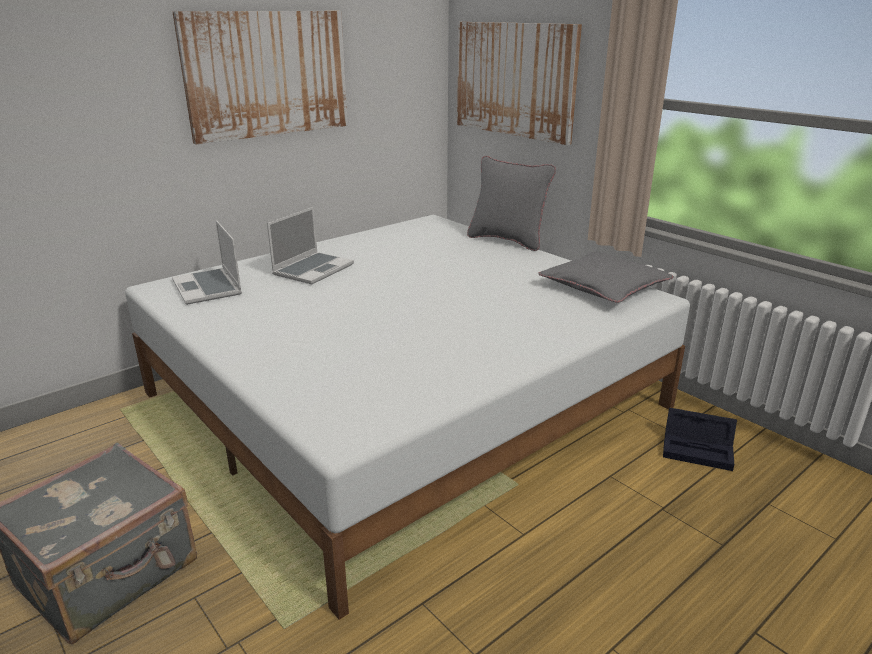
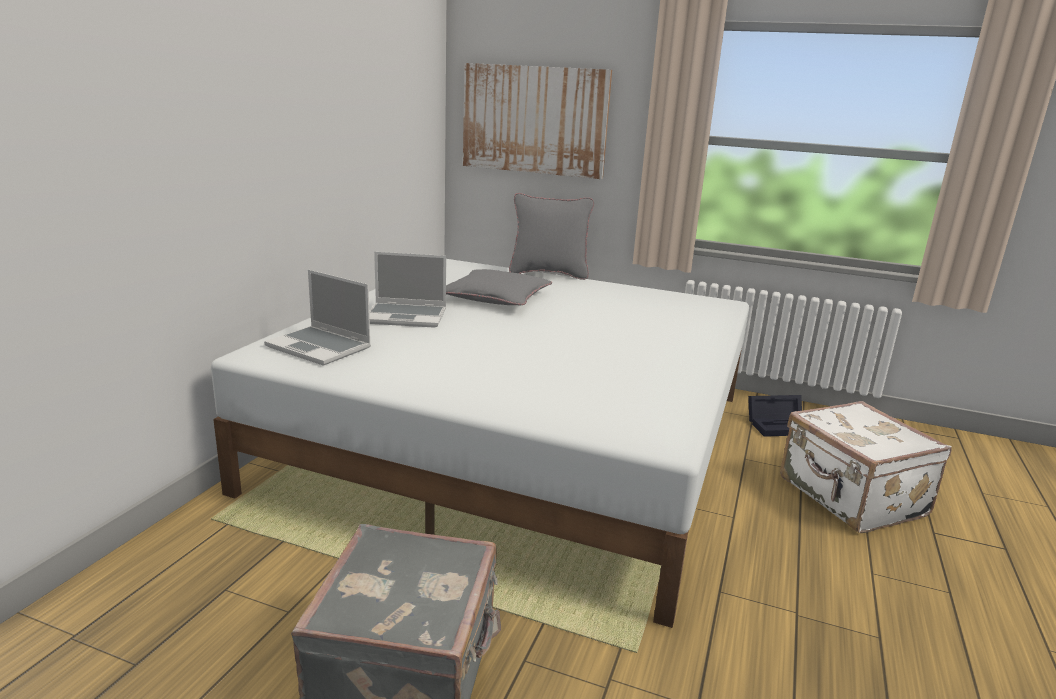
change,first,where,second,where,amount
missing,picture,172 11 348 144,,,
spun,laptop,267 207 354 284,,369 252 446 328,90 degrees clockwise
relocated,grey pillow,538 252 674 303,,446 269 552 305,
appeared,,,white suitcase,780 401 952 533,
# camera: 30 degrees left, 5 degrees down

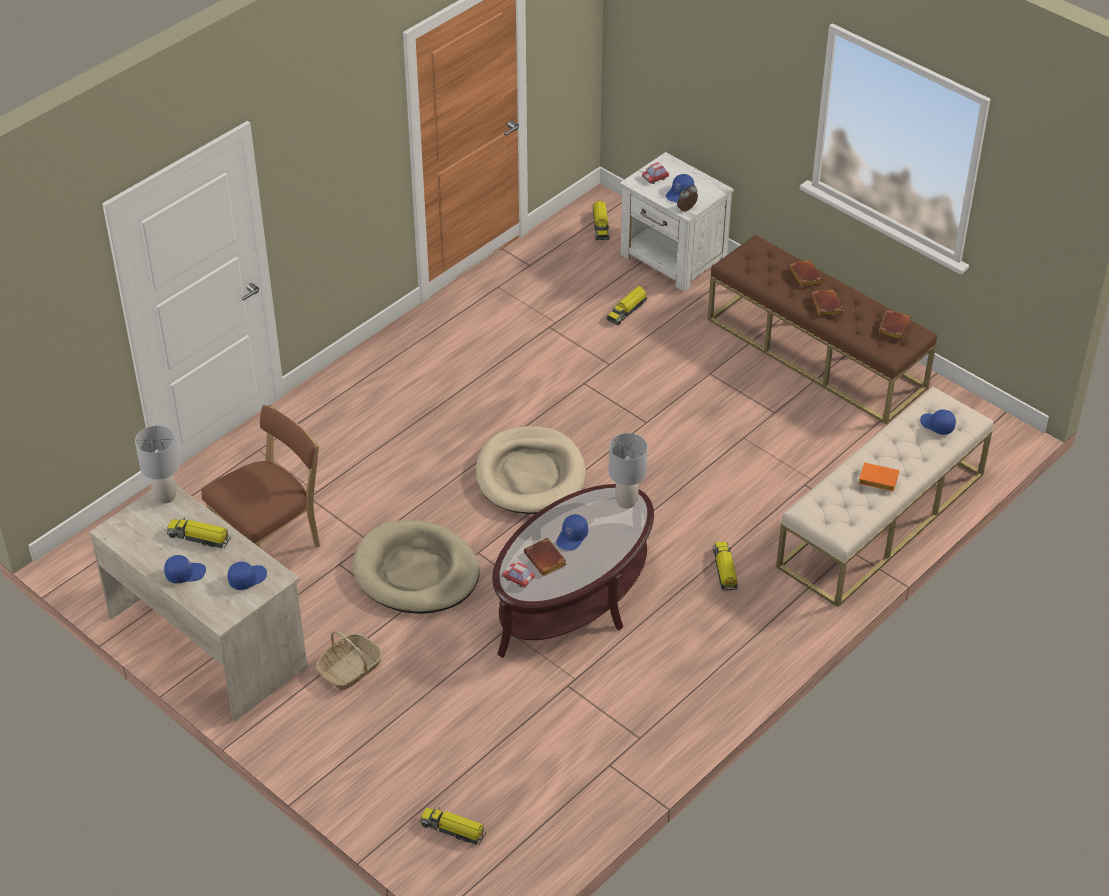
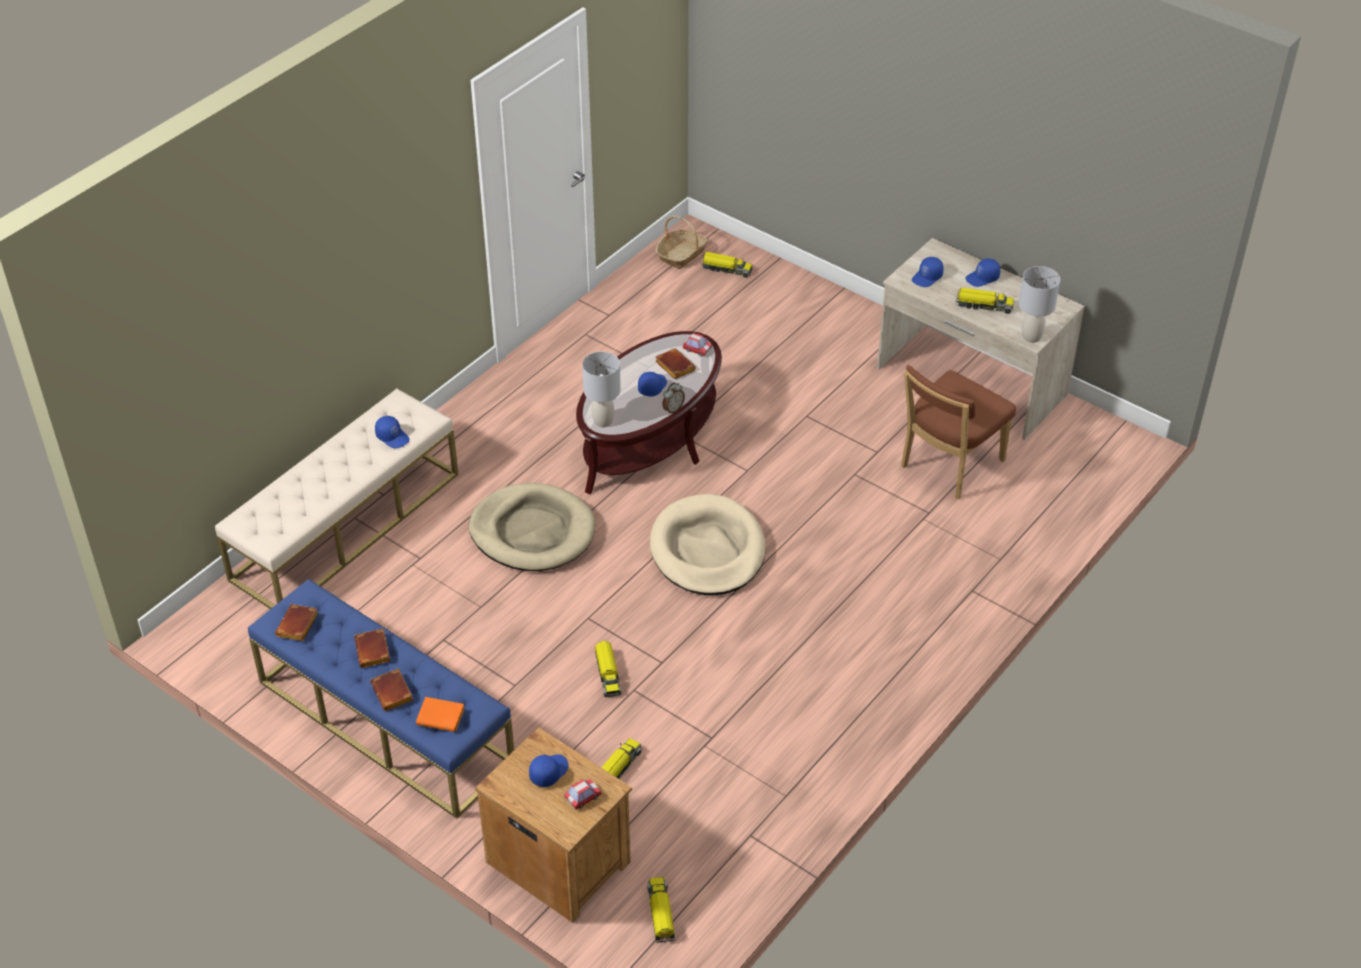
change,first,where,second,where,amount
relocated,basket,316 631 383 690,,656 216 708 269,
relocated,beige dog bed,352 520 480 614,,469 483 595 571,
colour,white nightstand,620 152 734 292,brown nightstand,475 727 632 923,
relocated,alarm clock,677 185 698 212,,663 382 685 414,
colour,brown bench,707 235 937 424,blue bench,248 579 514 818,
relocated,toy truck,713 542 738 591,,595 641 622 697,
relocated,orange book,858 463 899 491,,416 697 465 732,
relocated,blue cap,920 409 956 435,,375 416 410 448,
# camera: 175 degrees right, 0 degrees up

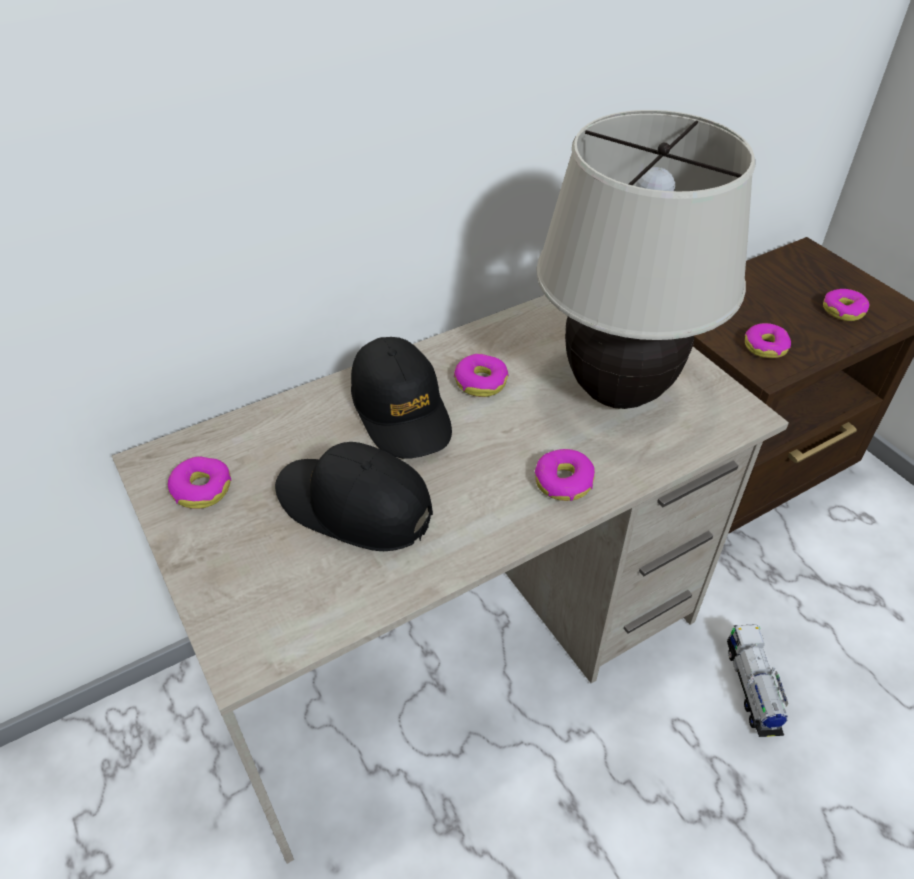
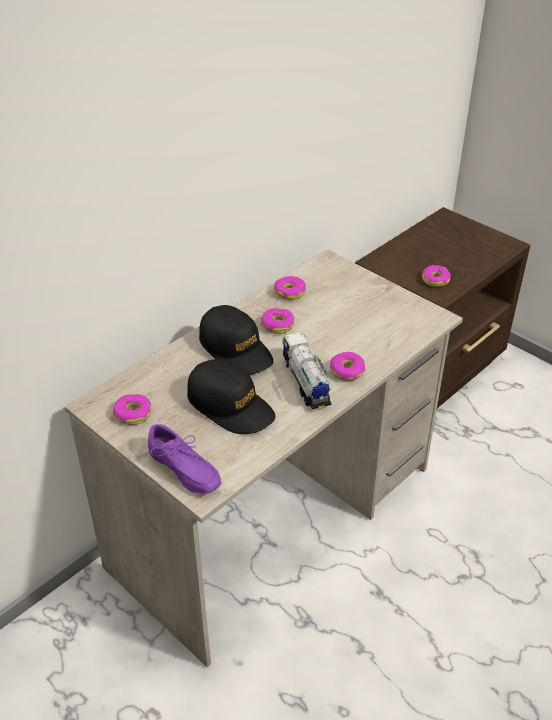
change,first,where,second,where,amount
spun,black cap,275 442 433 551,,187 360 276 434,150 degrees counterclockwise
missing,beige table lamp,537 110 755 409,,,
relocated,toy truck,727 624 788 737,,283 332 332 409,
relocated,donut,823 289 870 321,,274 276 306 300,
appeared,,,purple shoe,148 424 221 495,
# camera: 15 degrees left, 5 degrees down

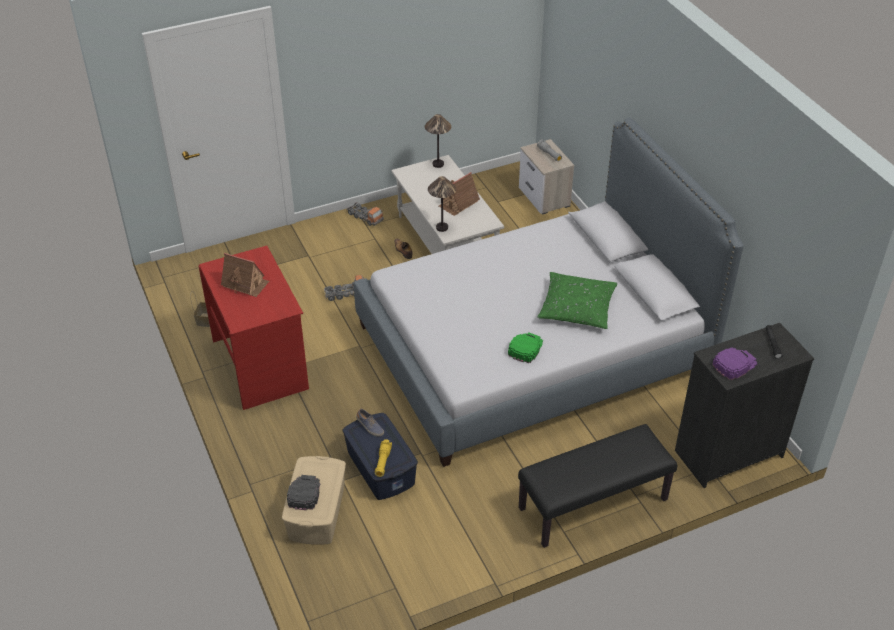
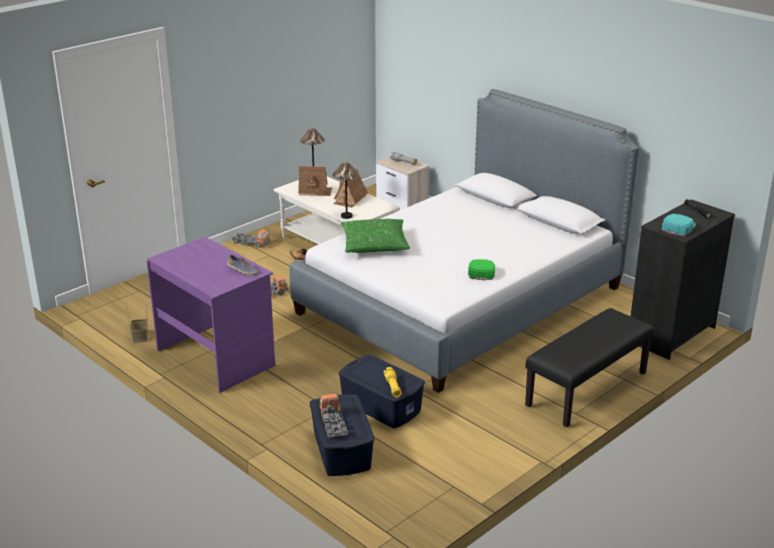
change,first,where,second,where,amount
colour,red desk,199 246 309 410,purple desk,146 237 275 393,
relocated,toy house,221 253 269 297,,298 166 332 196,
colour,beige storage box,282 456 346 545,blue storage box,310 394 375 476,
exchanged,black cap,287 475 320 510,toy truck,319 394 348 438,
relocated,shoe,356 409 384 437,,227 255 259 275,
relocated,green pillow,538 272 617 329,,341 219 410 253,
colour,purple cap,712 348 757 380,turquoise cap,662 214 696 236,
# camera: 20 degrees left, 15 degrees down

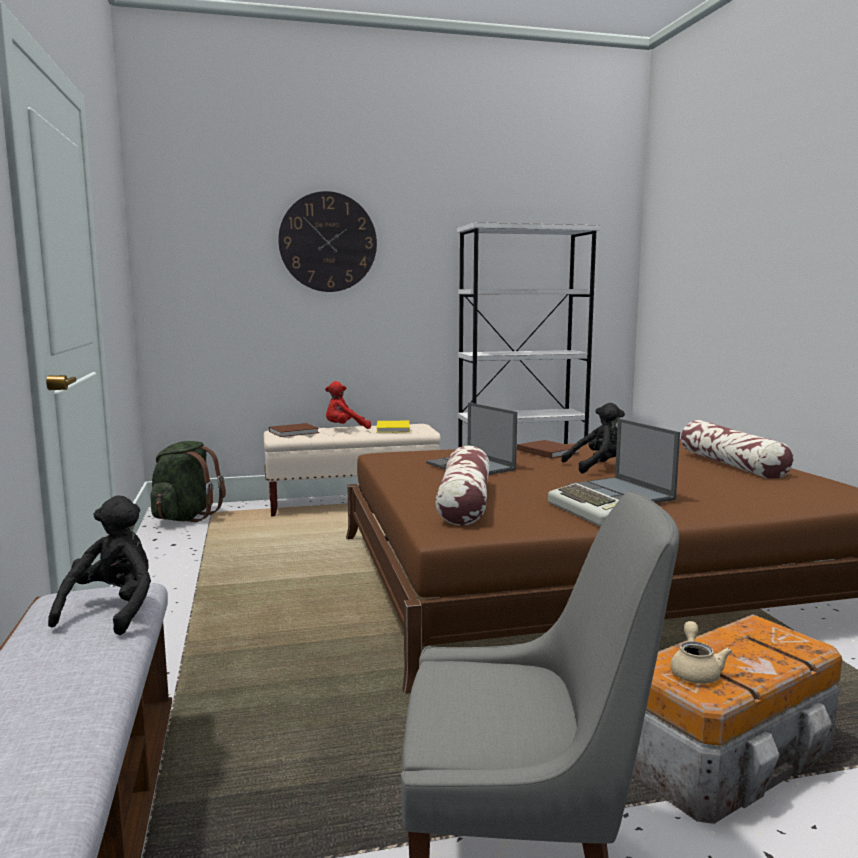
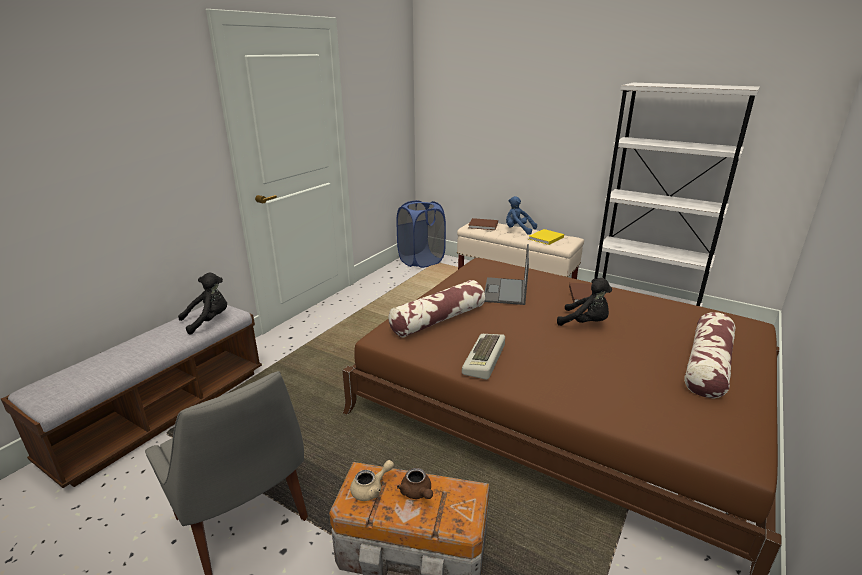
change,first,where,second,where,amount
exchanged,green backpack,150 441 226 522,blue laundry basket,396 200 446 268,
missing,wall clock,278 191 377 292,,,
colour,red plush toy,325 381 371 429,blue plush toy,506 196 537 235,
missing,laptop,568 418 680 503,,,
appeared,,,brown teapot,397 468 433 499,
# camera: 45 degrees right, 15 degrees up

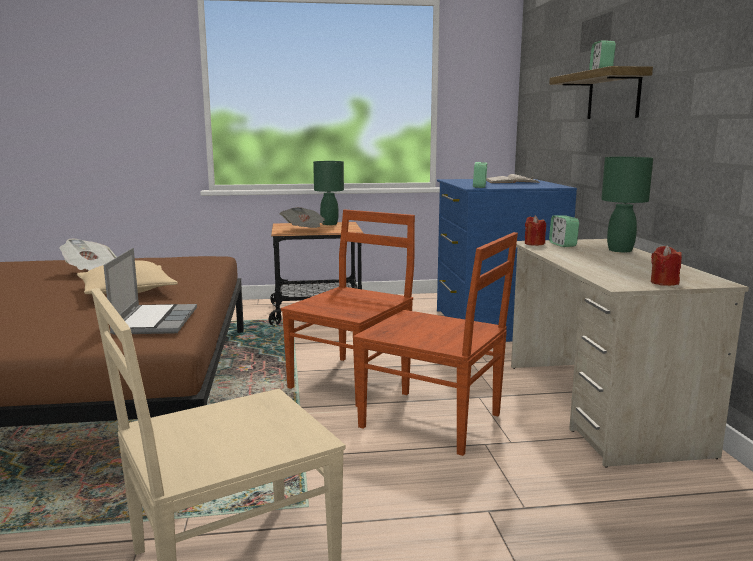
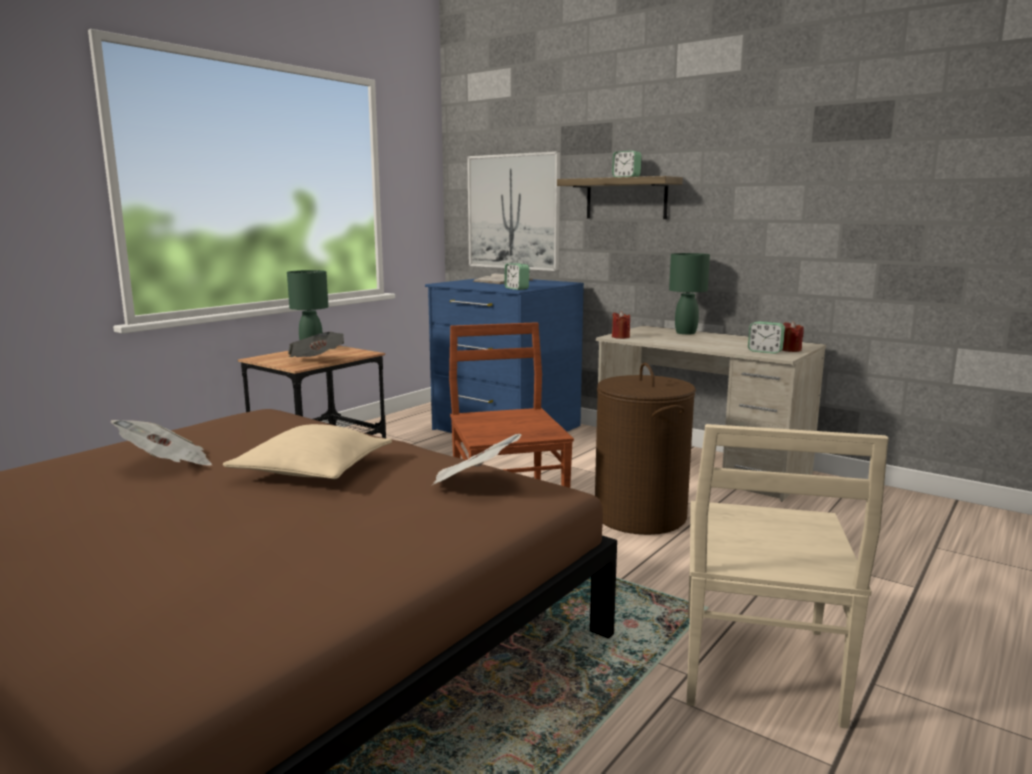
change,first,where,second,where,amount
exchanged,laptop,104 248 197 335,newspaper,432 434 522 485,
exchanged,brown chair,353 232 518 456,brown laundry basket,595 363 696 535,
relocated,alarm clock,549 215 579 247,,748 321 785 354,
appeared,,,picture,467 151 561 271,
# camera: 45 degrees left, 0 degrees up

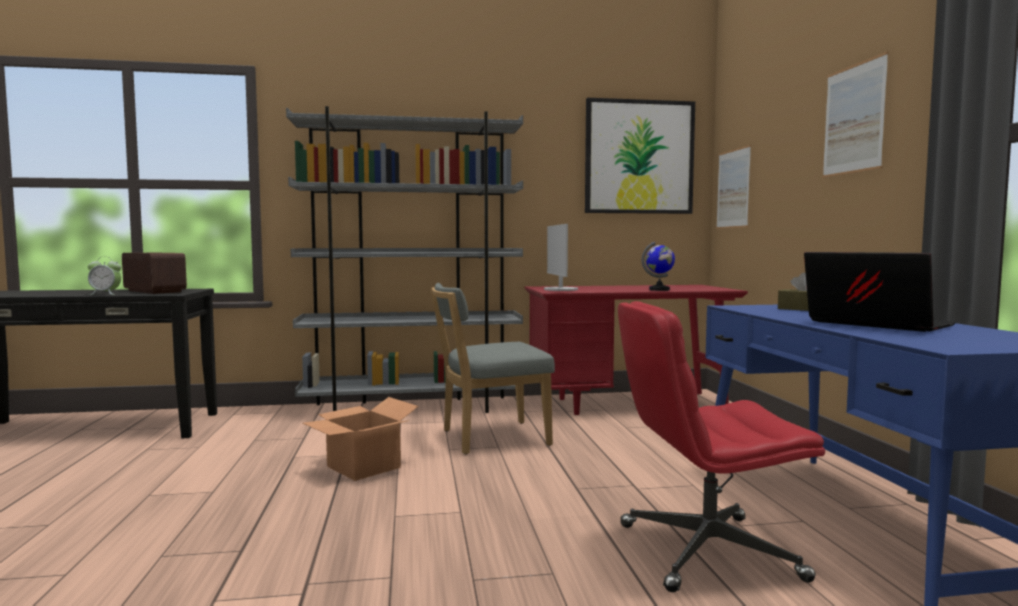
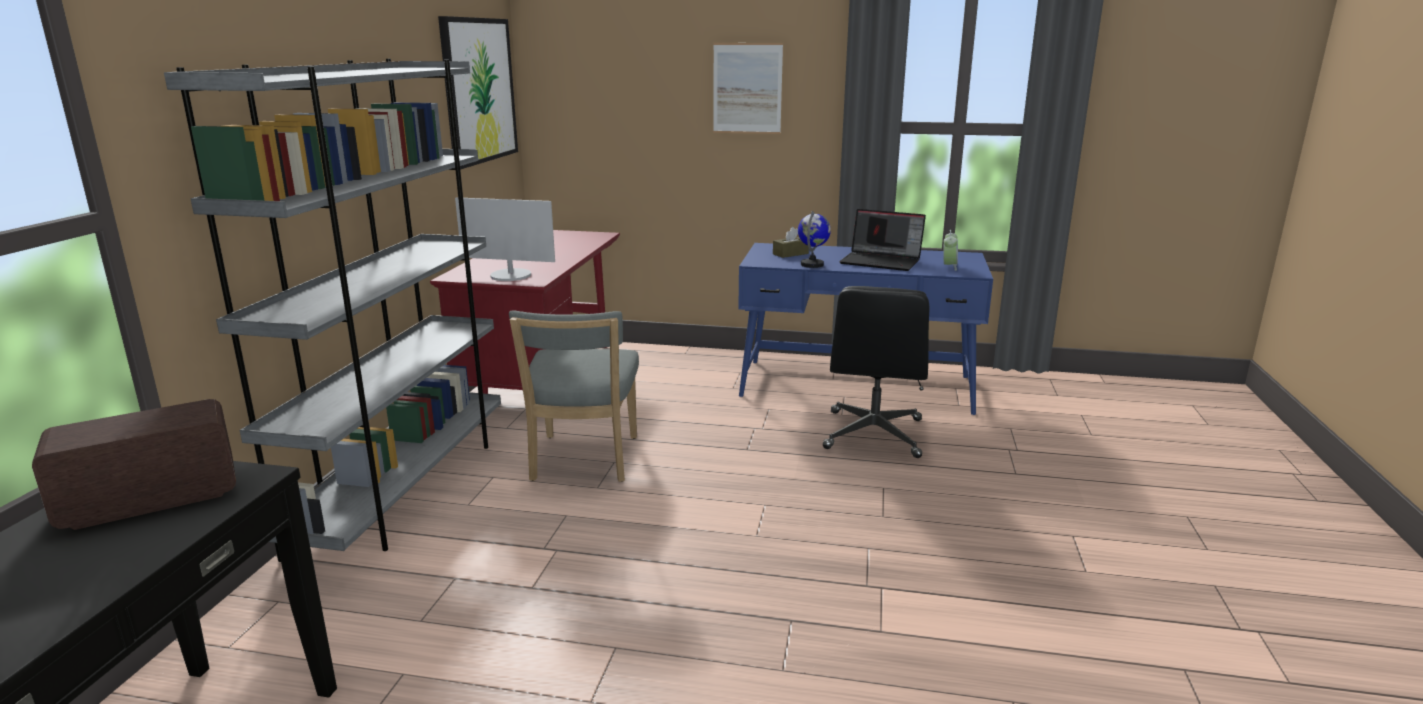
change,first,where,second,where,amount
relocated,alarm clock,88 256 121 295,,943 230 958 271,
missing,cardboard box,303 397 419 481,,,
colour,red office chair,618 301 825 592,black office chair,823 286 929 458,
relocated,globe,641 242 675 291,,798 211 831 268,
missing,picture,716 145 751 229,,,
spun,laptop,804 252 956 332,,839 209 926 271,135 degrees counterclockwise
# camera: 70 degrees left, 15 degrees up

